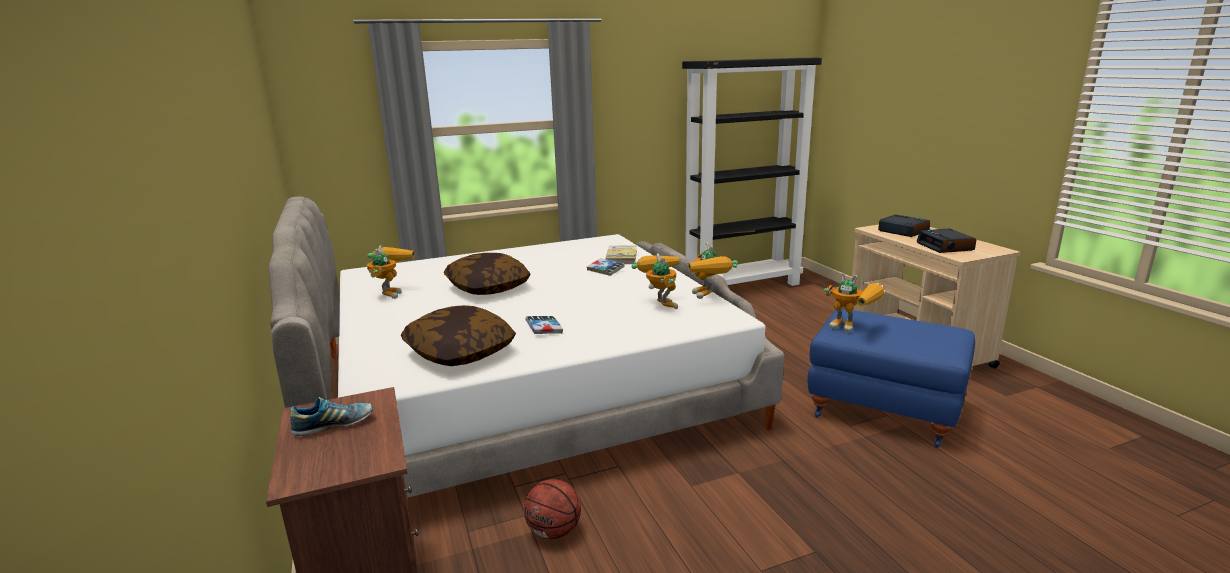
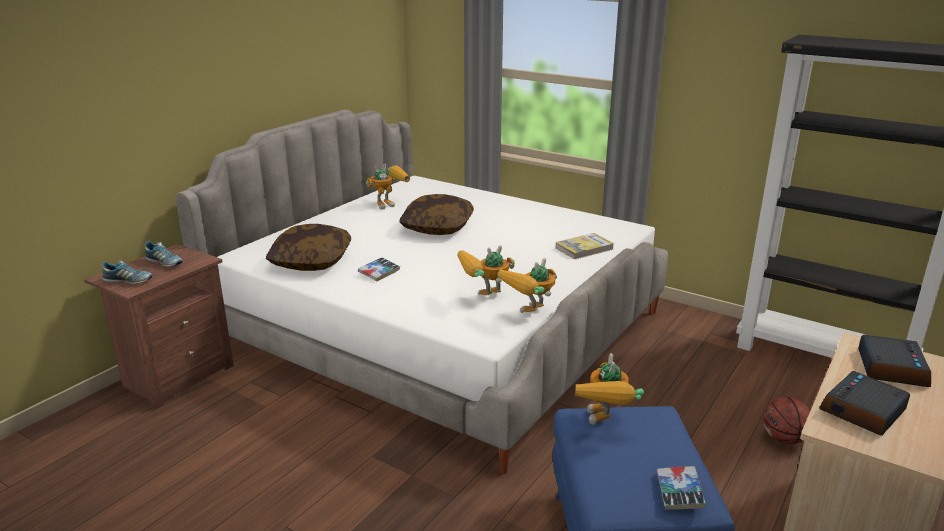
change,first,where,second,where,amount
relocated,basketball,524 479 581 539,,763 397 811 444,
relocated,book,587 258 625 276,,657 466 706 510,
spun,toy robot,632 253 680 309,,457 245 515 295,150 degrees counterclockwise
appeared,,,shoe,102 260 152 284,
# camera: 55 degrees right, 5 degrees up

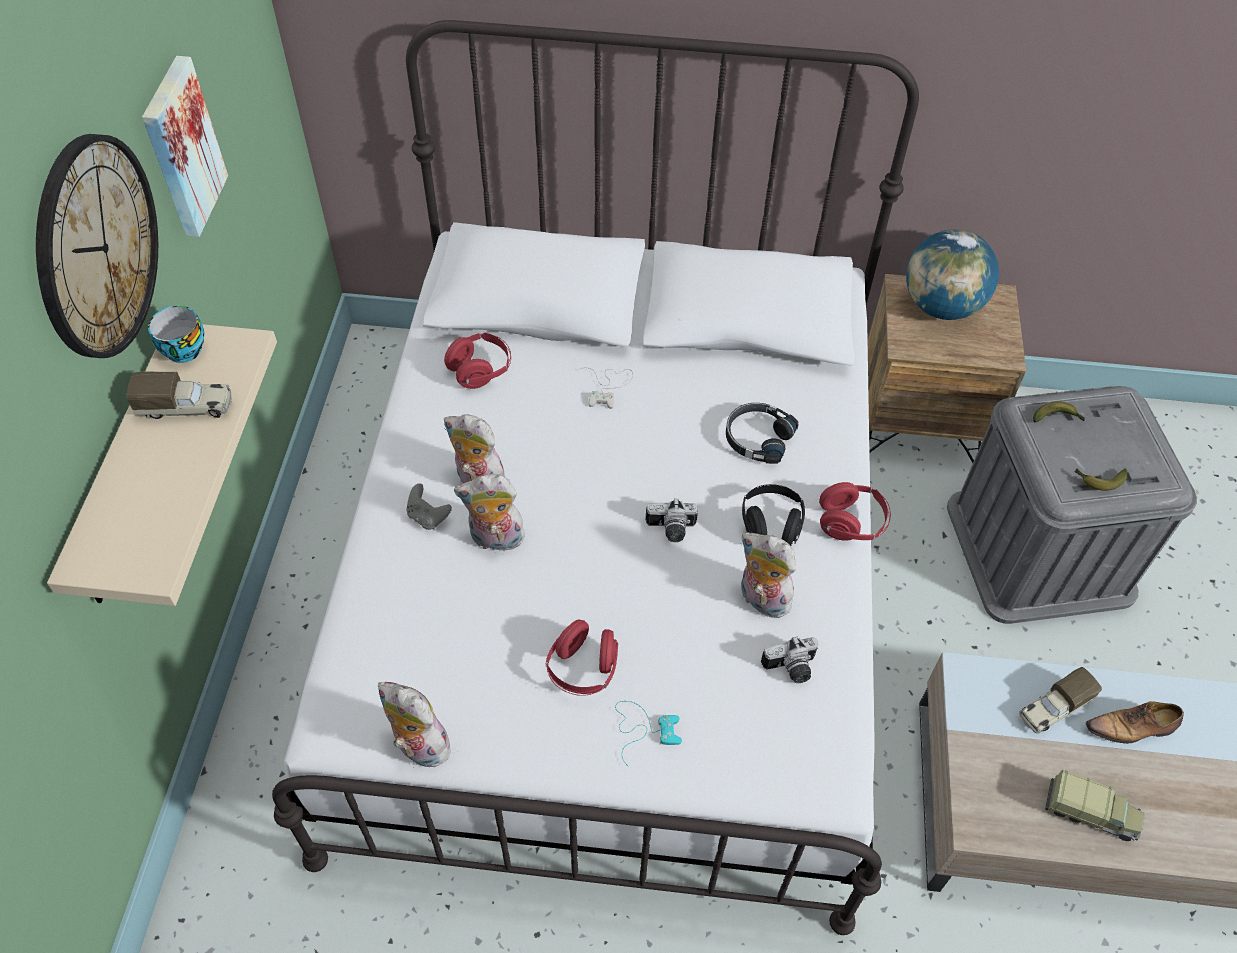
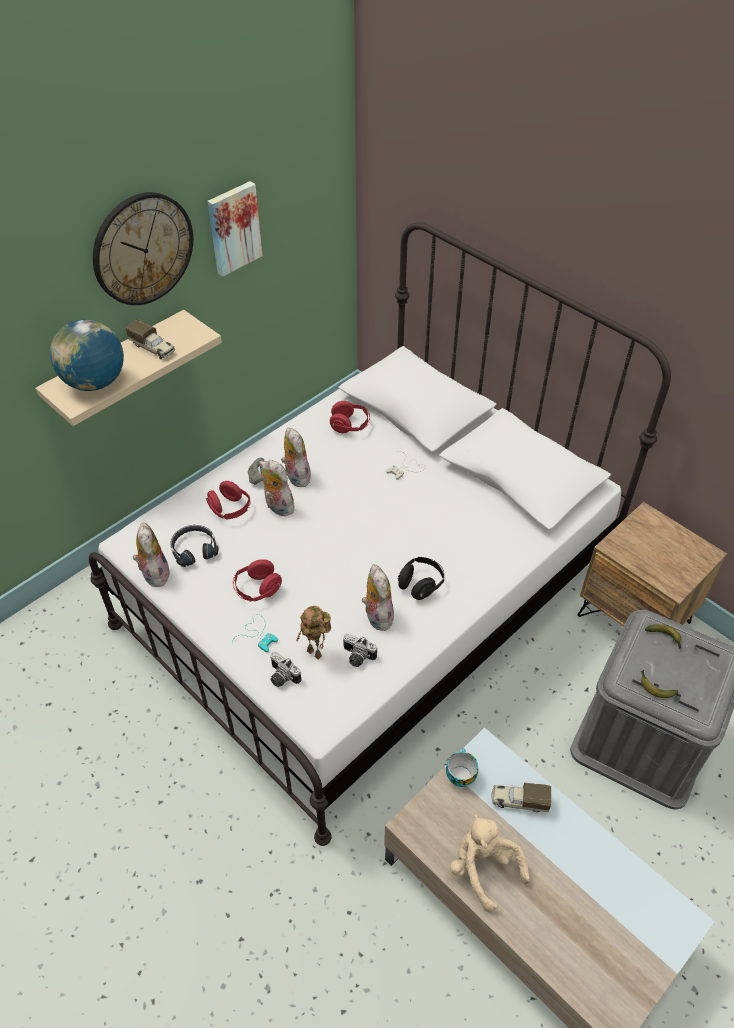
change,first,where,second,where,amount
relocated,cup,148 306 204 363,,446 748 478 787,
relocated,photo camera,645 498 698 542,,270 652 301 687,
relocated,black headphones,726 403 799 464,,171 525 219 567,
relocated,red headphones,819 482 891 541,,206 481 250 519,
relocated,globe,906 229 999 320,,50 320 124 391,
exchanged,toy truck,1045 769 1144 841,beige plush toy,450 814 530 912,
missing,shoe,1086 701 1184 744,,,
appeared,,,toy robot,296 606 331 660,
# camera: 40 degrees right, 5 degrees down

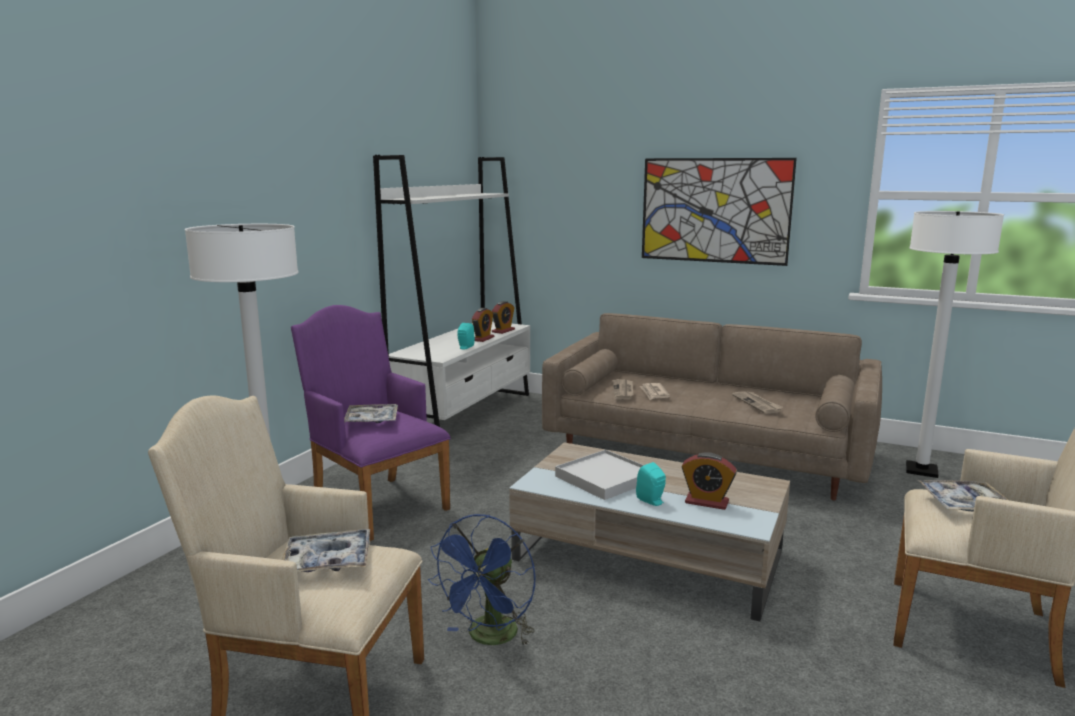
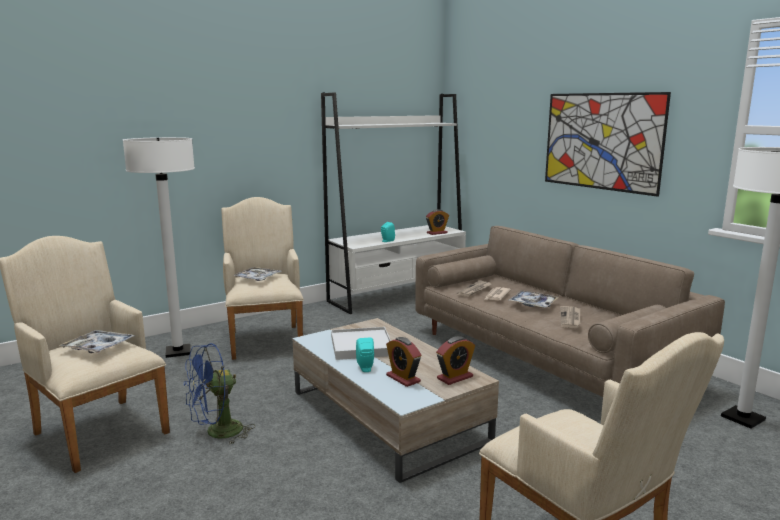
change,first,where,second,where,amount
colour,purple armchair,291 305 451 541,beige armchair,221 197 304 360,
relocated,alarm clock,472 308 494 342,,436 336 475 385,
relocated,tray,919 480 1008 511,,509 291 559 308,
# camera: 30 degrees right, 0 degrees up

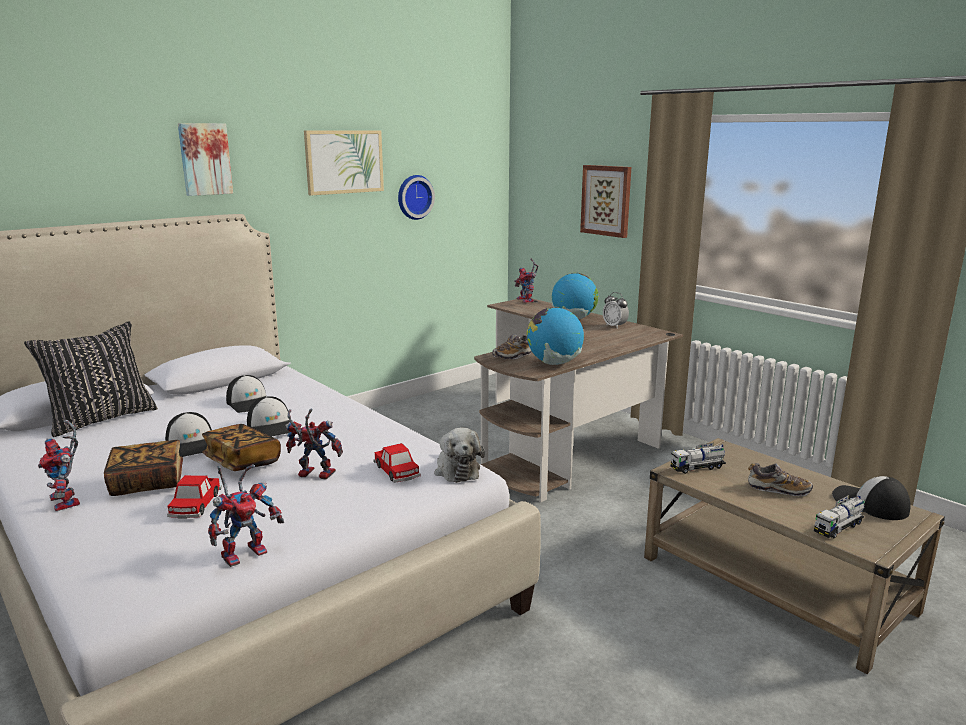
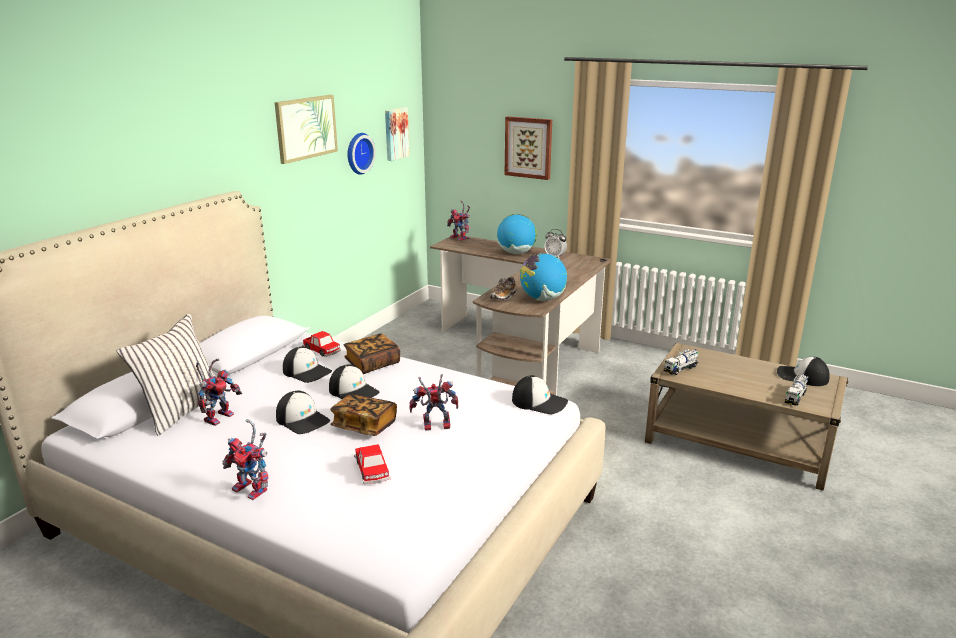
change,first,where,second,where,amount
colour,black pillow,24 321 158 437,white pillow,117 313 226 435,
relocated,book,104 440 183 496,,344 333 400 374,
relocated,picture,178 123 233 196,,385 107 409 161,
relocated,toy robot,208 465 284 567,,196 359 242 426,
relocated,toy car,373 443 421 483,,302 331 341 357,
exchanged,plush toy,434 428 485 483,cap,512 375 568 414,
missing,shoe,748 463 813 497,,,
# camera: 20 degrees left, 5 degrees up

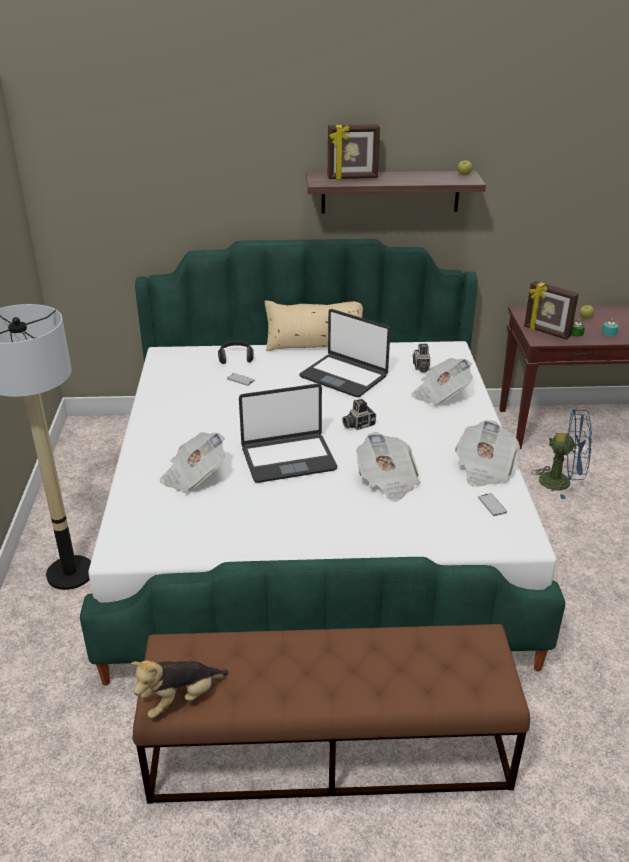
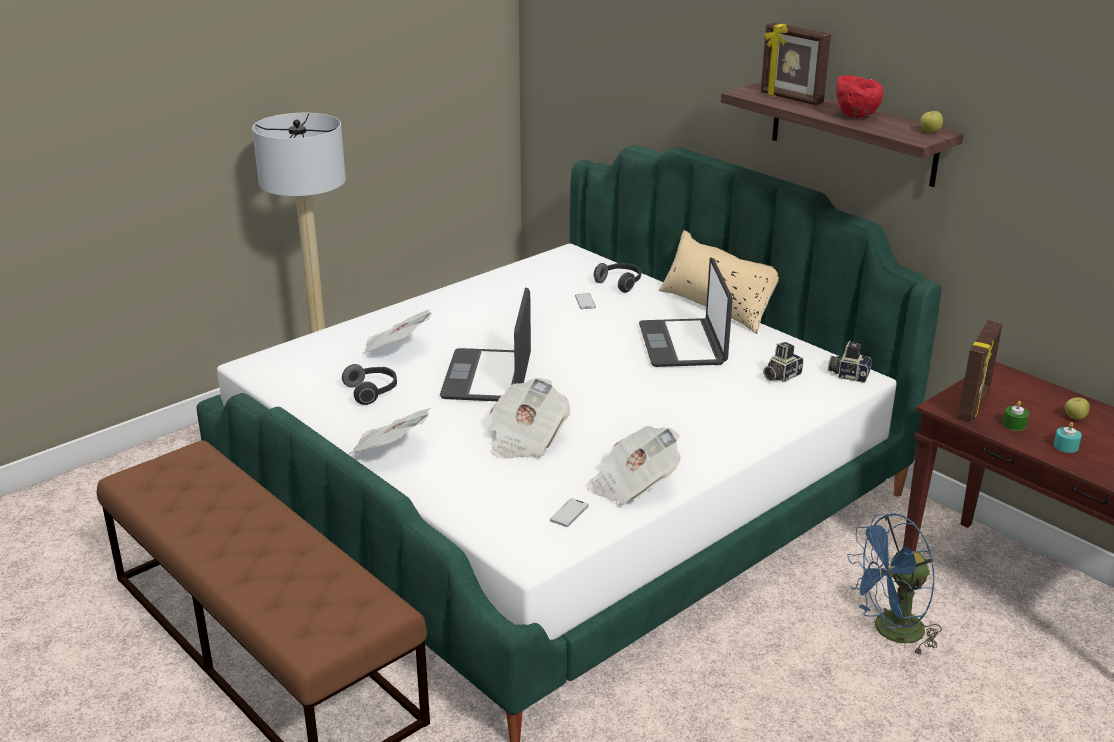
change,first,where,second,where,amount
missing,plush toy,131 661 229 718,,,
spun,laptop,239 384 337 483,,440 287 531 401,60 degrees clockwise
relocated,photo camera,342 399 376 430,,828 340 872 383,
relocated,newspaper,412 358 473 406,,349 408 431 454,
spun,picture frame,524 281 579 340,,957 320 1002 421,150 degrees counterclockwise
spun,blue fan,531 409 592 499,,847 513 942 656,90 degrees clockwise
appeared,,,headphones,342 364 397 405,
appeared,,,red bowl,836 75 883 118,
# camera: 50 degrees right, 5 degrees down

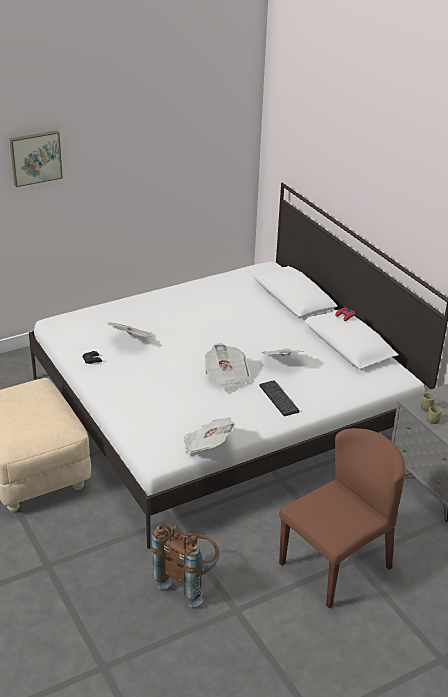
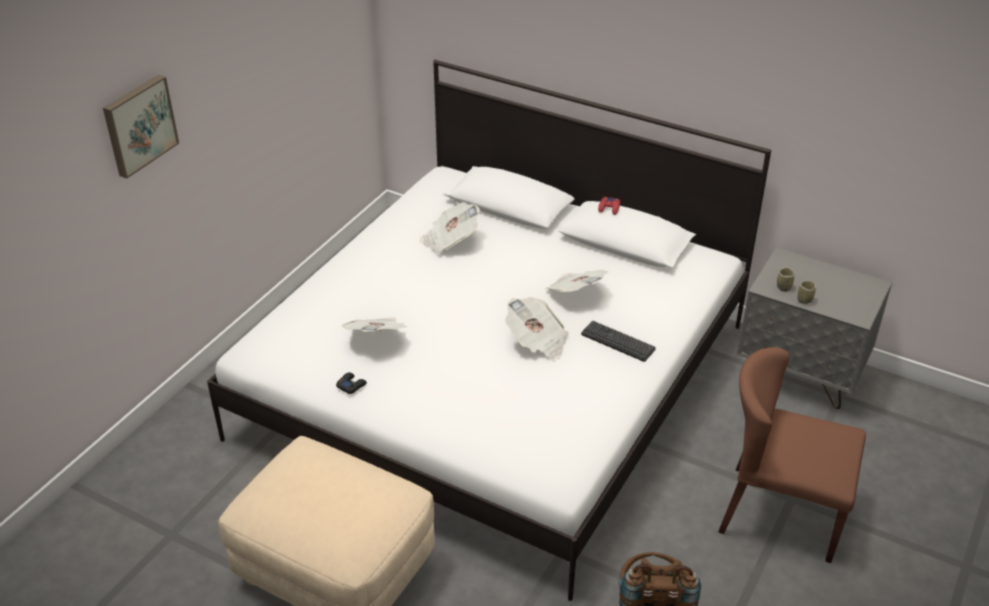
change,first,where,second,where,amount
relocated,newspaper,184 417 235 453,,420 202 480 254,
spun,brown chair,279 428 405 608,,718 347 866 563,90 degrees counterclockwise
# camera: 30 degrees left, 5 degrees up

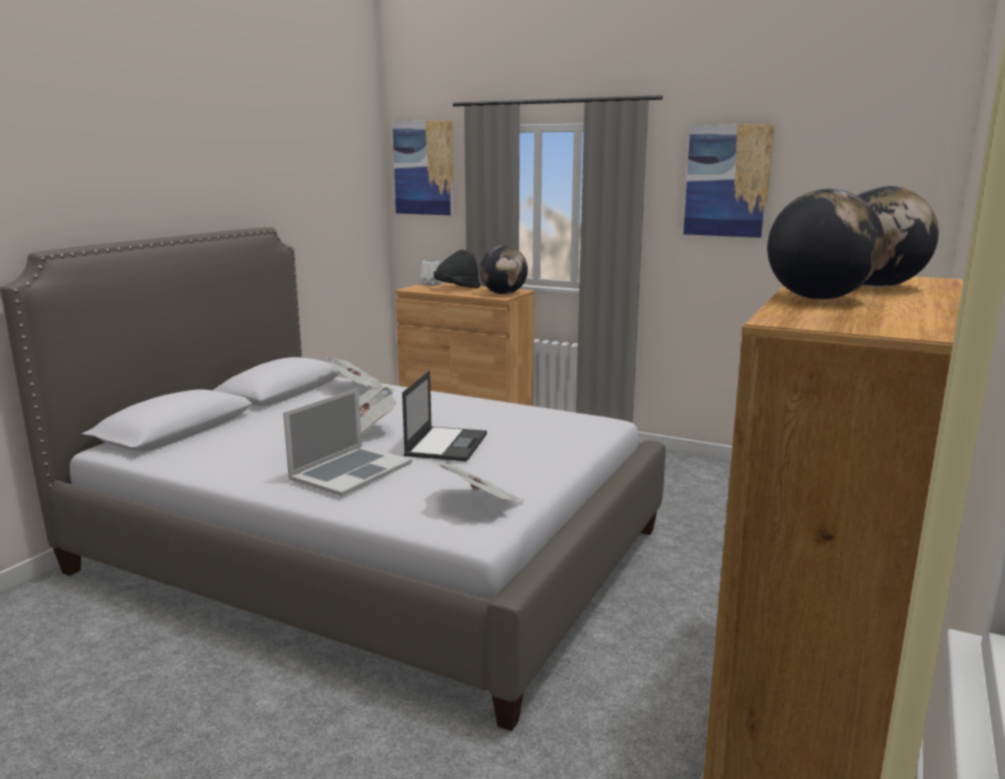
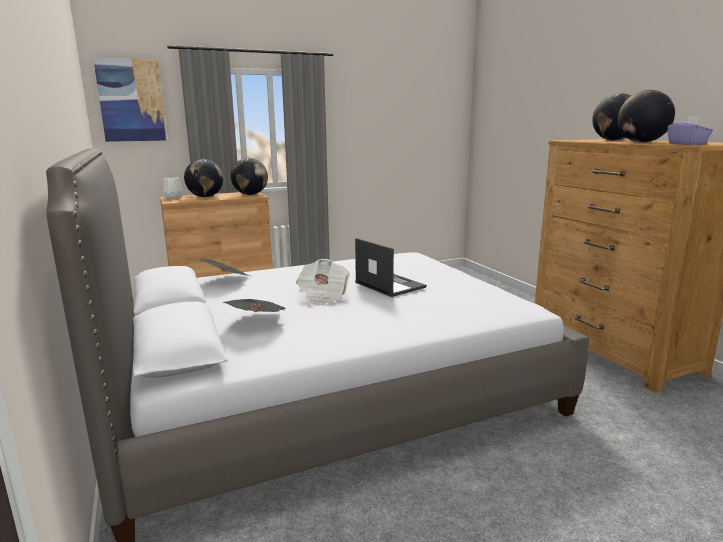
change,first,where,second,where,amount
missing,laptop,283 388 412 496,,,
exchanged,black hat,434 250 480 288,globe,184 159 223 197,
relocated,newspaper,435 463 525 501,,223 299 285 312,
missing,picture,683 124 775 238,,,
appeared,,,purple tissue box,668 116 713 145,
# camera: 50 degrees left, 0 degrees up

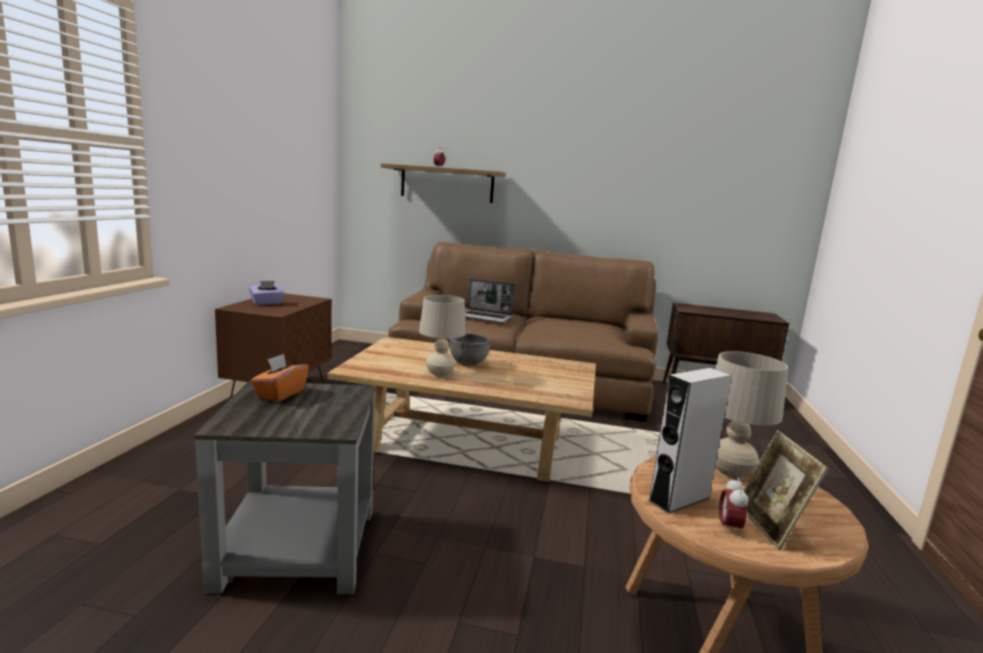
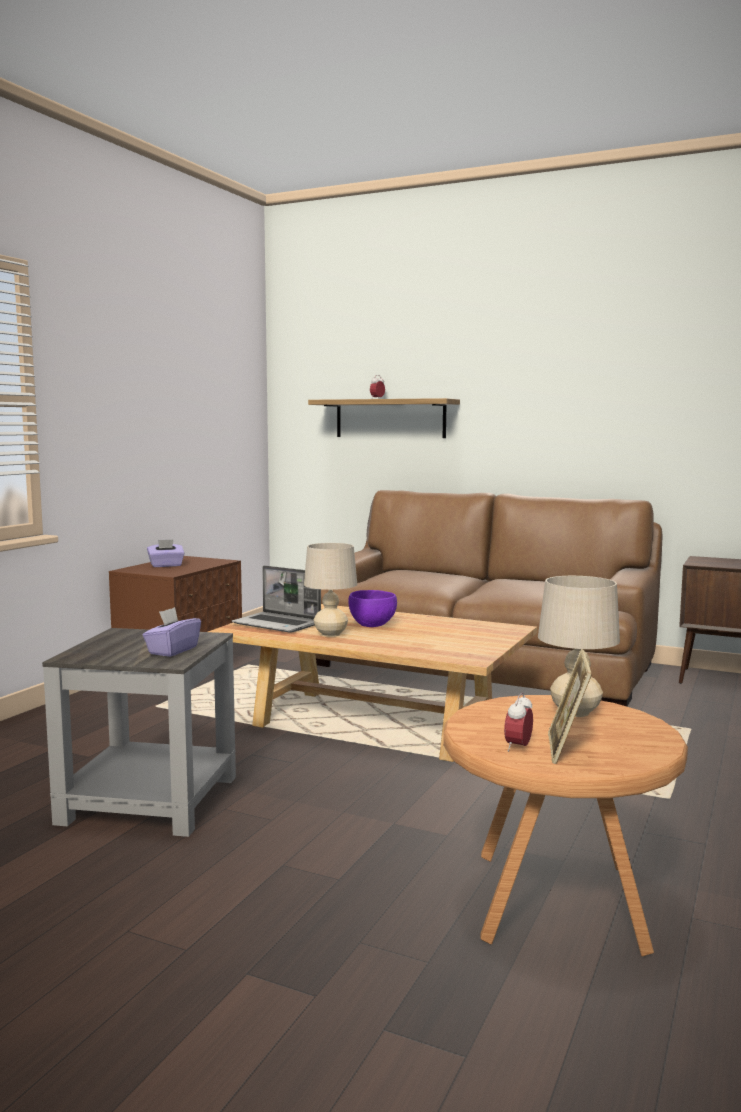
change,first,where,second,where,amount
missing,orange tissue box,251 354 309 402,,,
colour,grey bowl,449 333 490 366,purple bowl,348 590 397 627,
relocated,laptop,465 278 515 323,,232 565 321 633,
missing,grey speaker,648 368 732 514,,,
appeared,,,purple tissue box,143 607 201 657,
# camera: 15 degrees right, 5 degrees down

